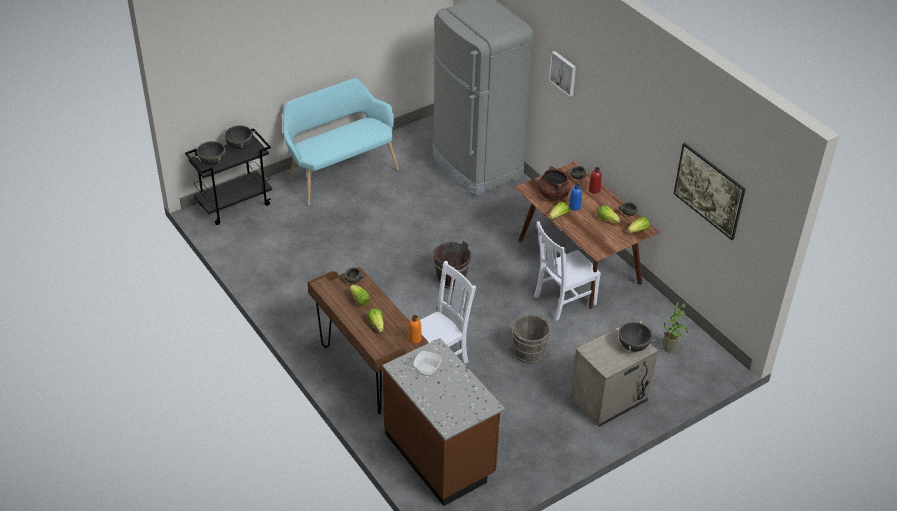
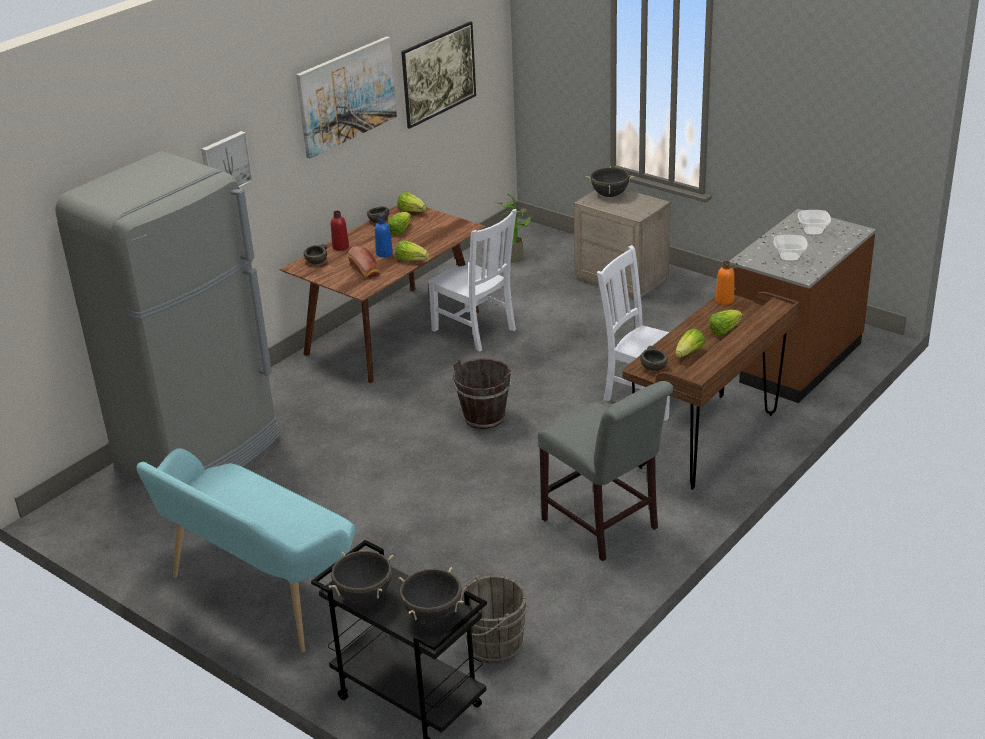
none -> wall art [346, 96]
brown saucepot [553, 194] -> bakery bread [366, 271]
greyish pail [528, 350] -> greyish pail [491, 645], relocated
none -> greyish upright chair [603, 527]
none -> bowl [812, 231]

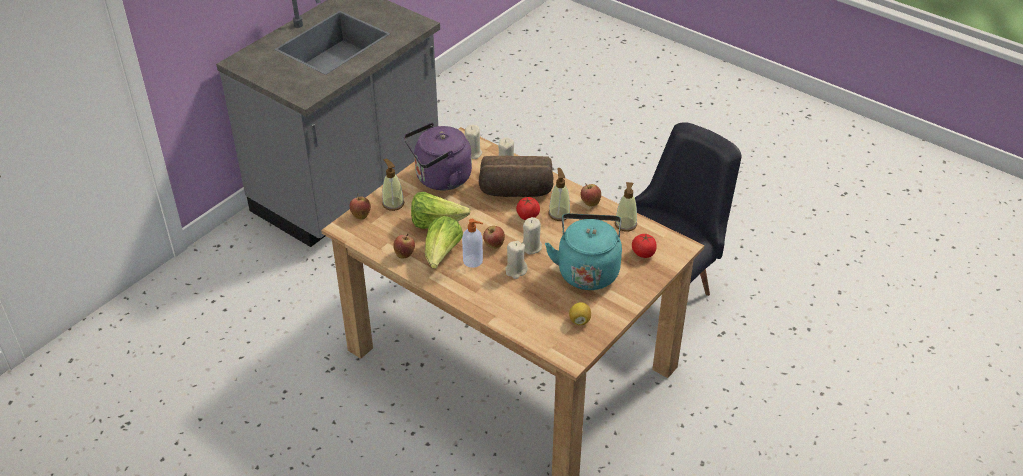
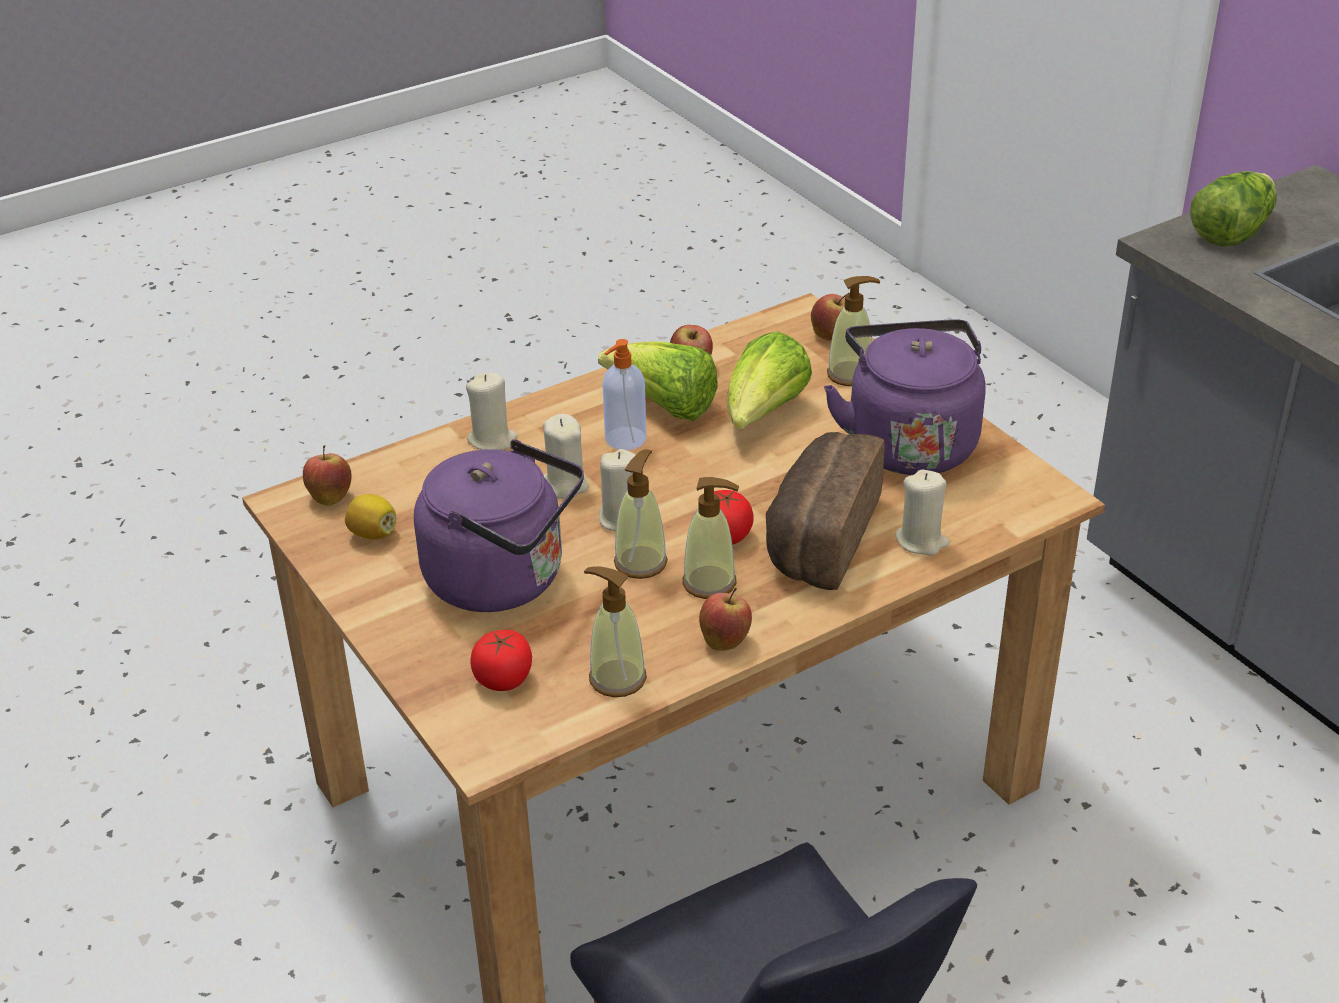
apple [494, 245] -> apple [330, 497], relocated
turquoise-coloured water kettle [587, 270] -> purplish water kettle [504, 579]
sand-coloured candle [472, 153] -> sand-coloured candle [492, 439], relocated
none -> soap dispenser [641, 562]
none -> head of lettuce [1231, 231]

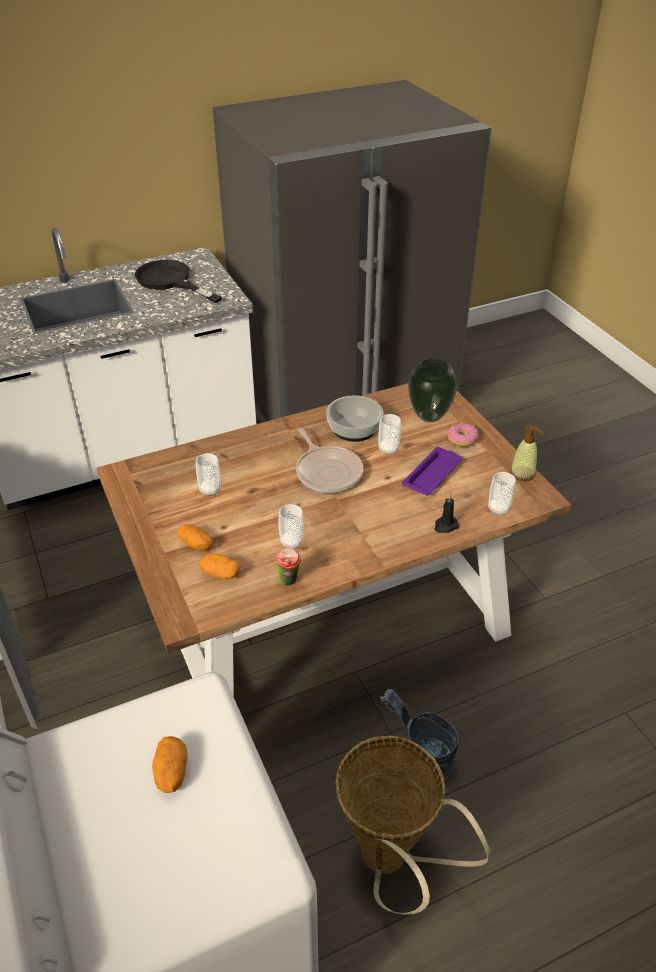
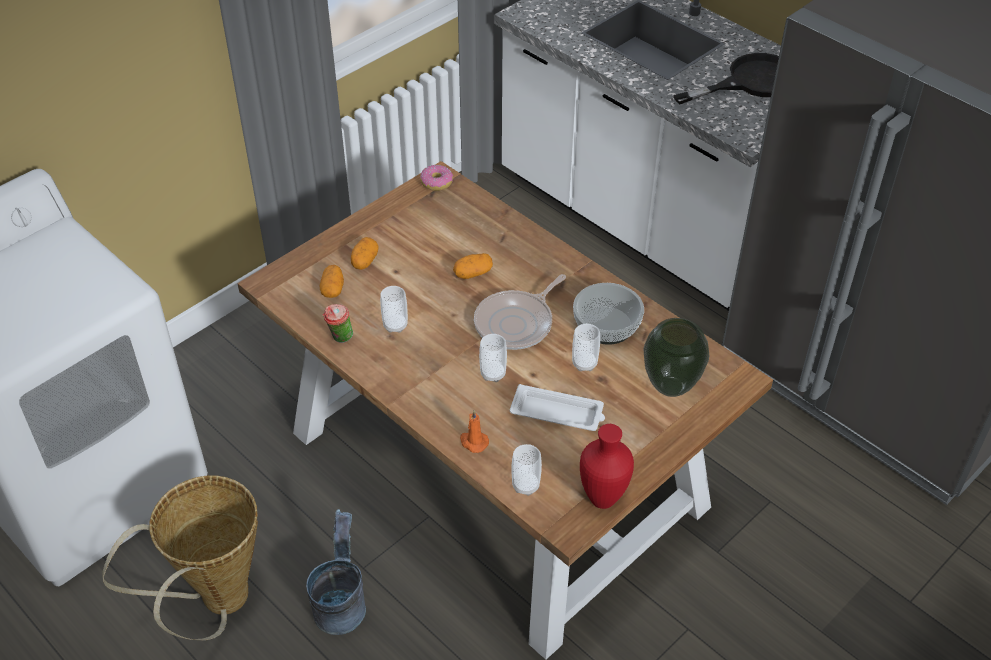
ring doughnut [462, 439] -> ring doughnut [437, 182], relocated
potato [171, 772] -> potato [473, 273], relocated
black-coloured candle [445, 526] -> orangey candle [473, 442]
drinking cup [210, 489] -> drinking cup [493, 374], relocated
purplish carrying tray [433, 474] -> white carrying tray [558, 413]
soap dispenser [522, 473] -> red-coloured decorative vase [604, 498]
black-coloured pan [170, 281] -> black-coloured pan [751, 82], 45 degrees clockwise

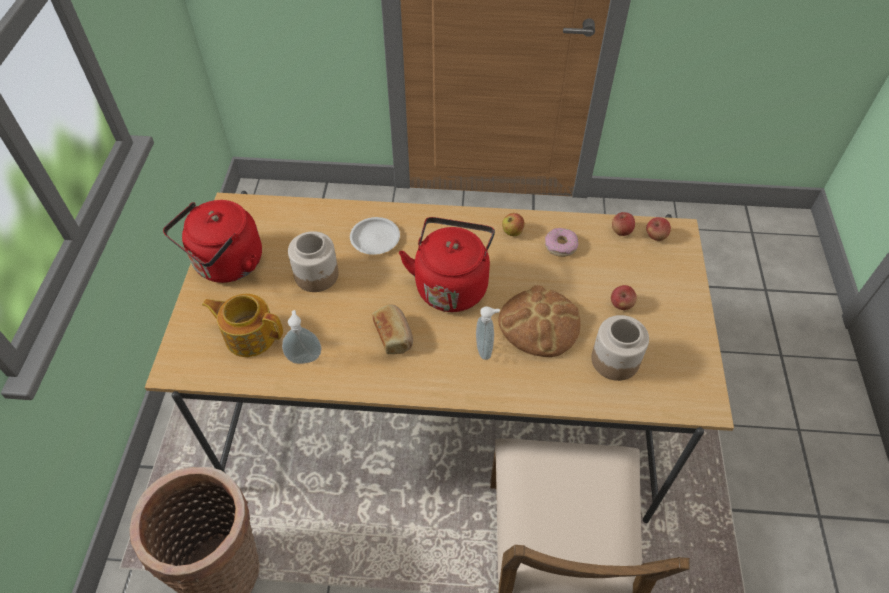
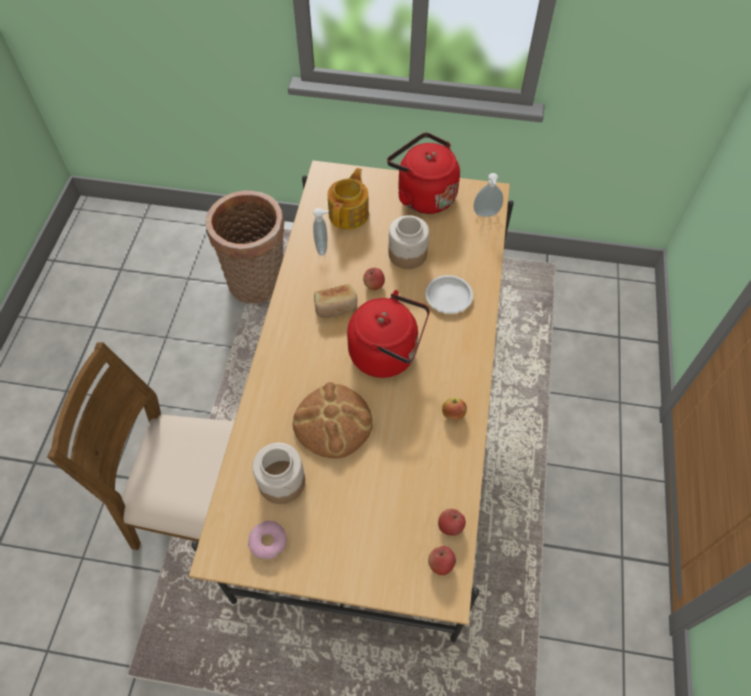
ring doughnut [560, 246] -> ring doughnut [268, 542], relocated
apple [621, 305] -> apple [374, 285], relocated
soap dispenser [485, 349] -> soap dispenser [486, 215], relocated

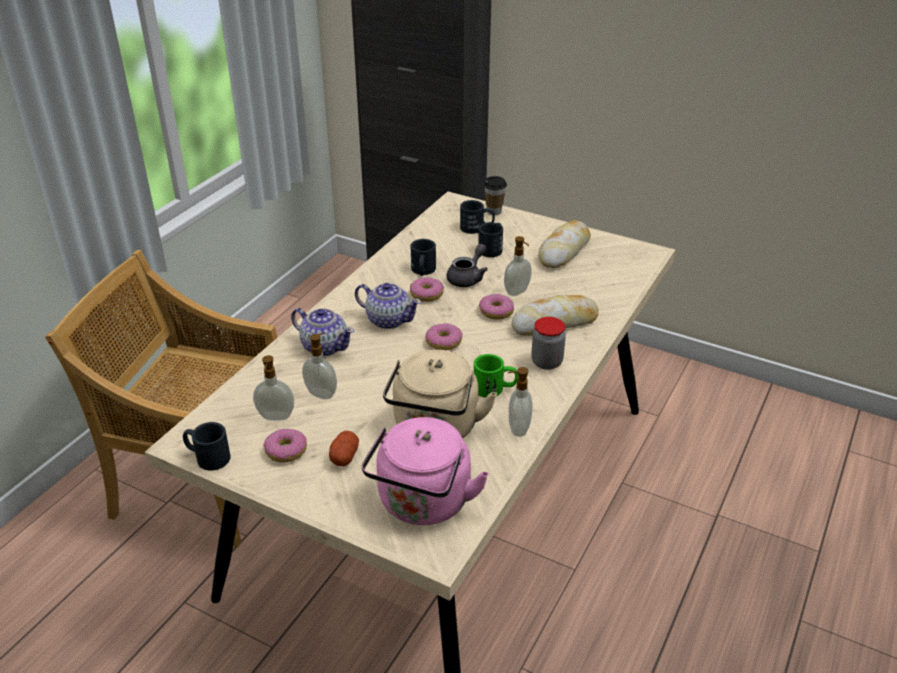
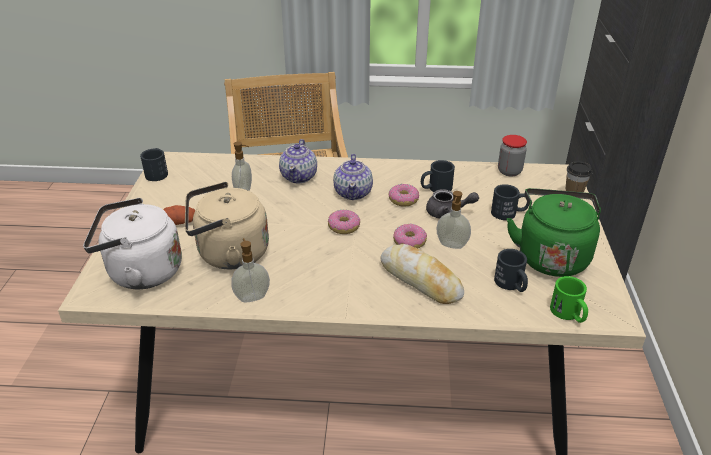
pink-coloured water kettle [423, 504] -> white water kettle [140, 272]
black-coloured coffee mug [477, 228] -> black-coloured coffee mug [511, 285], relocated
storage jar [546, 362] -> storage jar [509, 171], relocated
bakery bread [564, 251] -> greenish water kettle [551, 256]
greenish coffee mug [495, 388] -> greenish coffee mug [569, 314], relocated
soap dispenser [276, 417] -> none
ring doughnut [286, 451] -> none

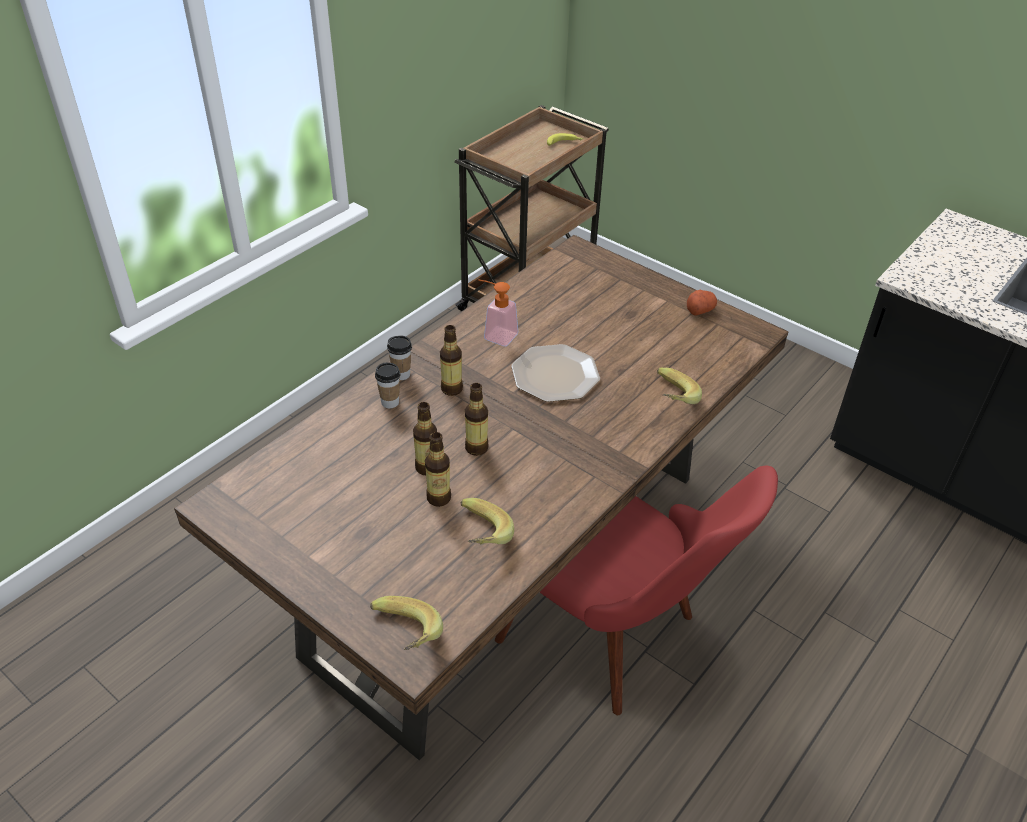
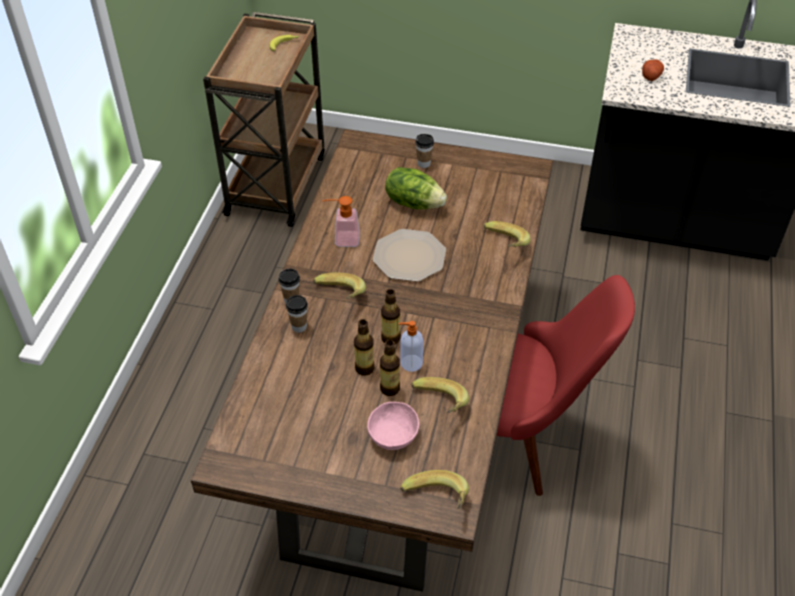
beverage bottle [451, 389] -> whole banana [339, 297]
none -> pink-coloured bowl [394, 436]
none -> head of lettuce [414, 202]
none -> soap dispenser [410, 363]
none -> drinking cup [424, 163]
potato [700, 310] -> potato [651, 75], relocated

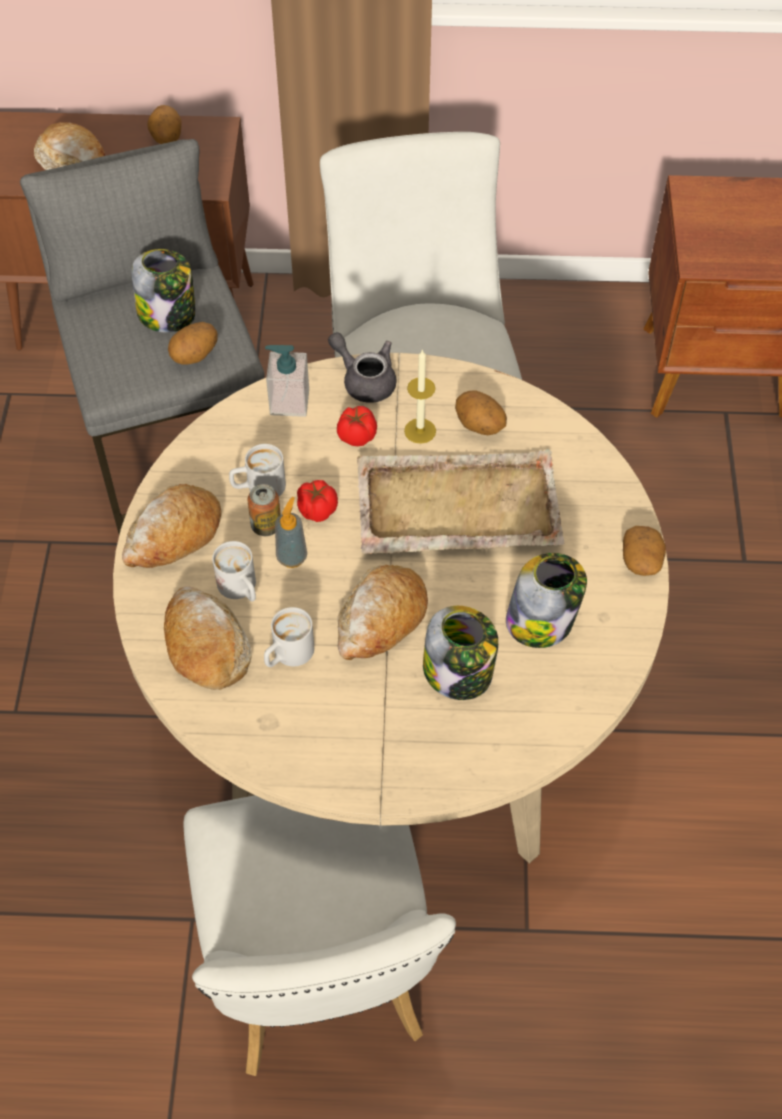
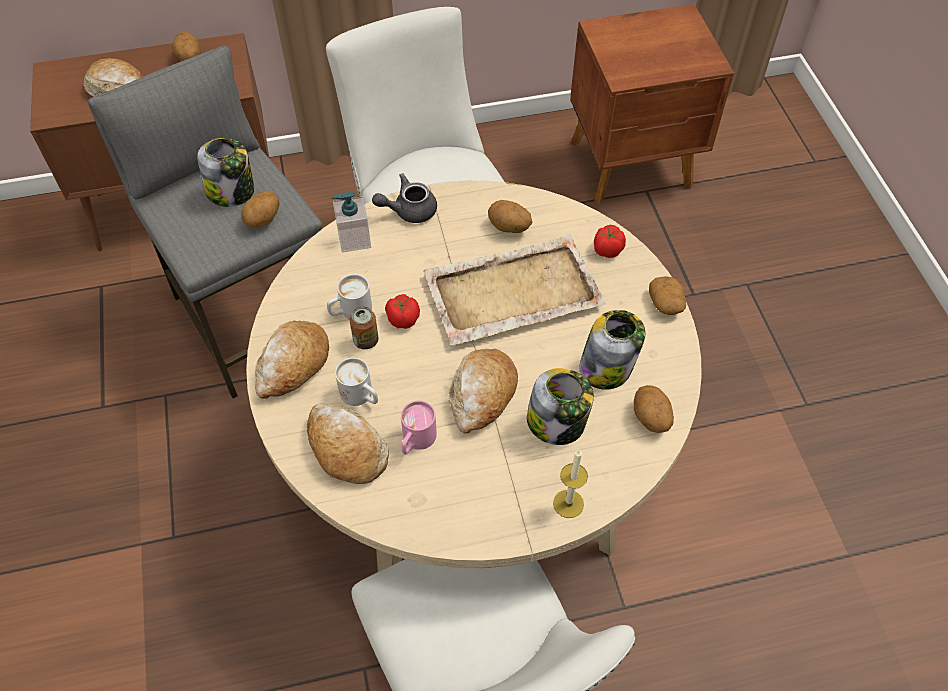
greyish teapot [365, 380] -> greyish teapot [408, 210], 45 degrees counterclockwise
white coffee mug [287, 655] -> pink-coloured coffee mug [416, 441]
candle [420, 431] -> candle [568, 503], relocated
fresh tomato [356, 436] -> fresh tomato [607, 250], relocated
none -> potato [649, 418]
soap dispenser [292, 557] -> none

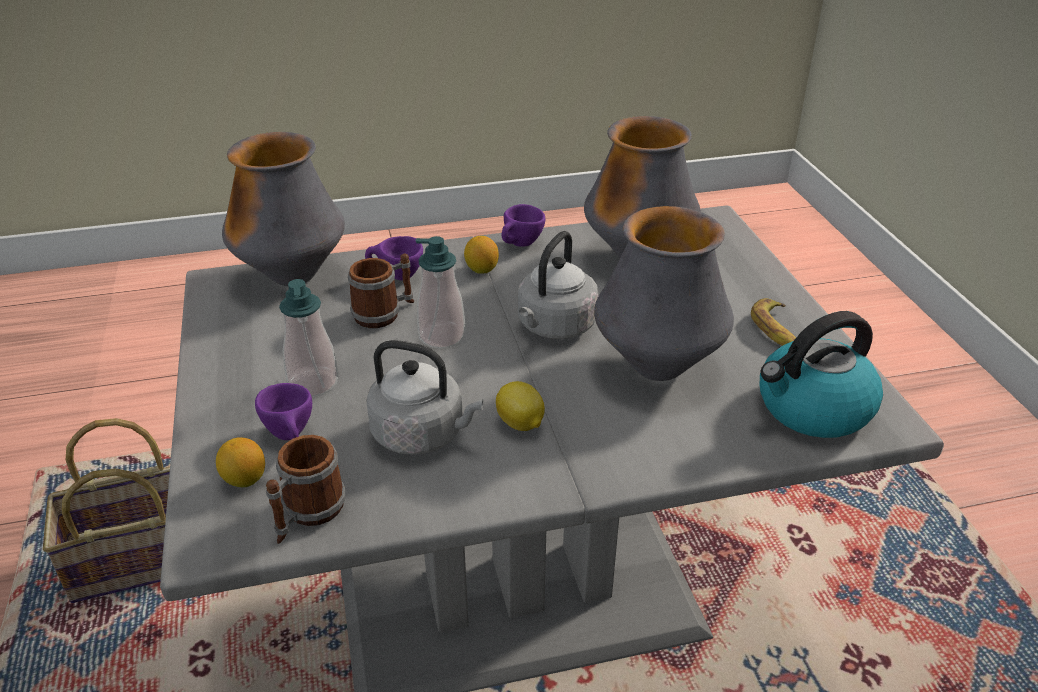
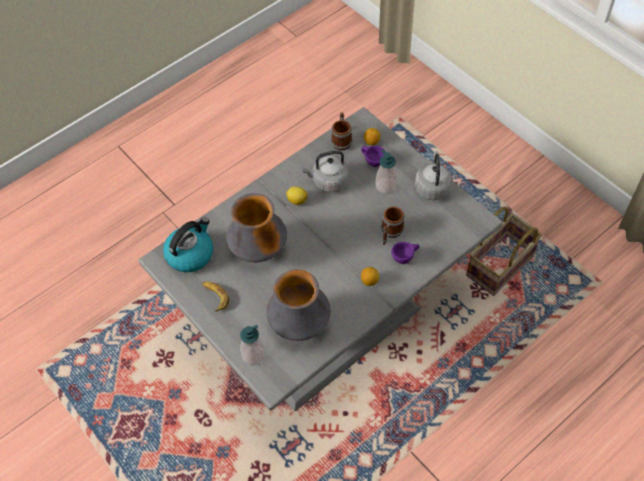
soap dispenser [442, 336] -> soap dispenser [253, 355], relocated
greyish water kettle [554, 327] -> greyish water kettle [432, 187], relocated
decorative vase [293, 277] -> none
purplish drinking cup [520, 245] -> none

